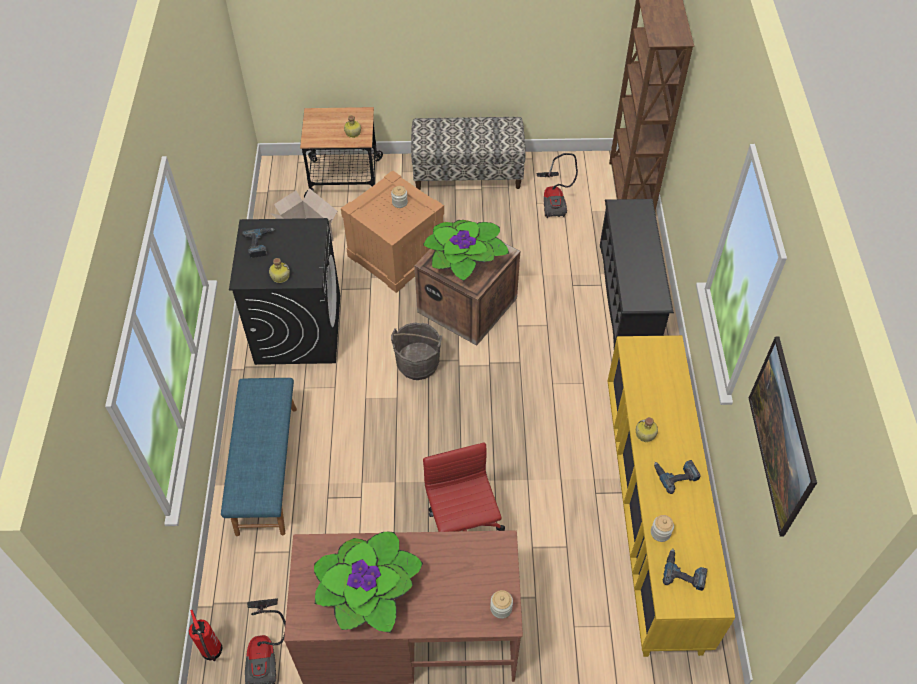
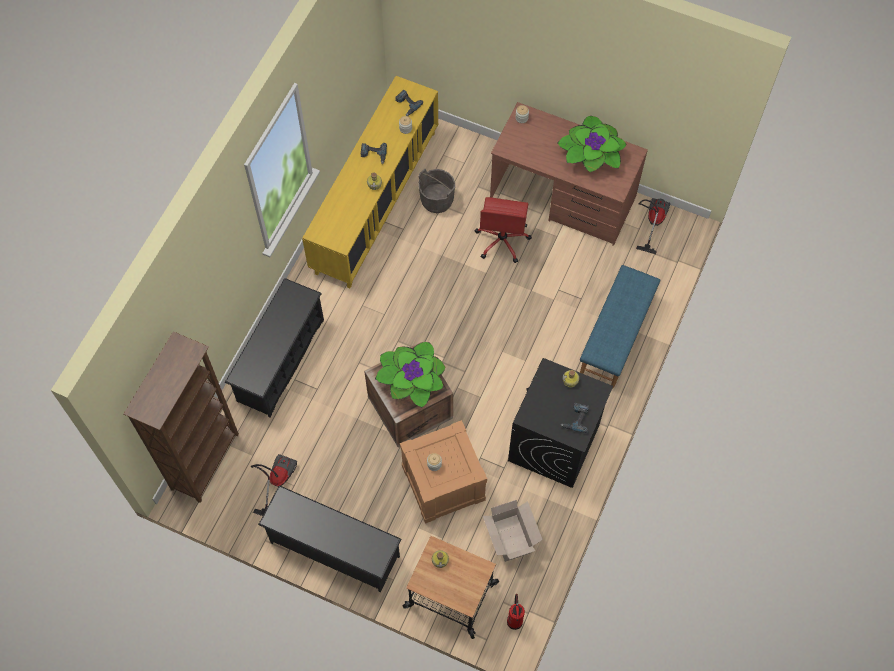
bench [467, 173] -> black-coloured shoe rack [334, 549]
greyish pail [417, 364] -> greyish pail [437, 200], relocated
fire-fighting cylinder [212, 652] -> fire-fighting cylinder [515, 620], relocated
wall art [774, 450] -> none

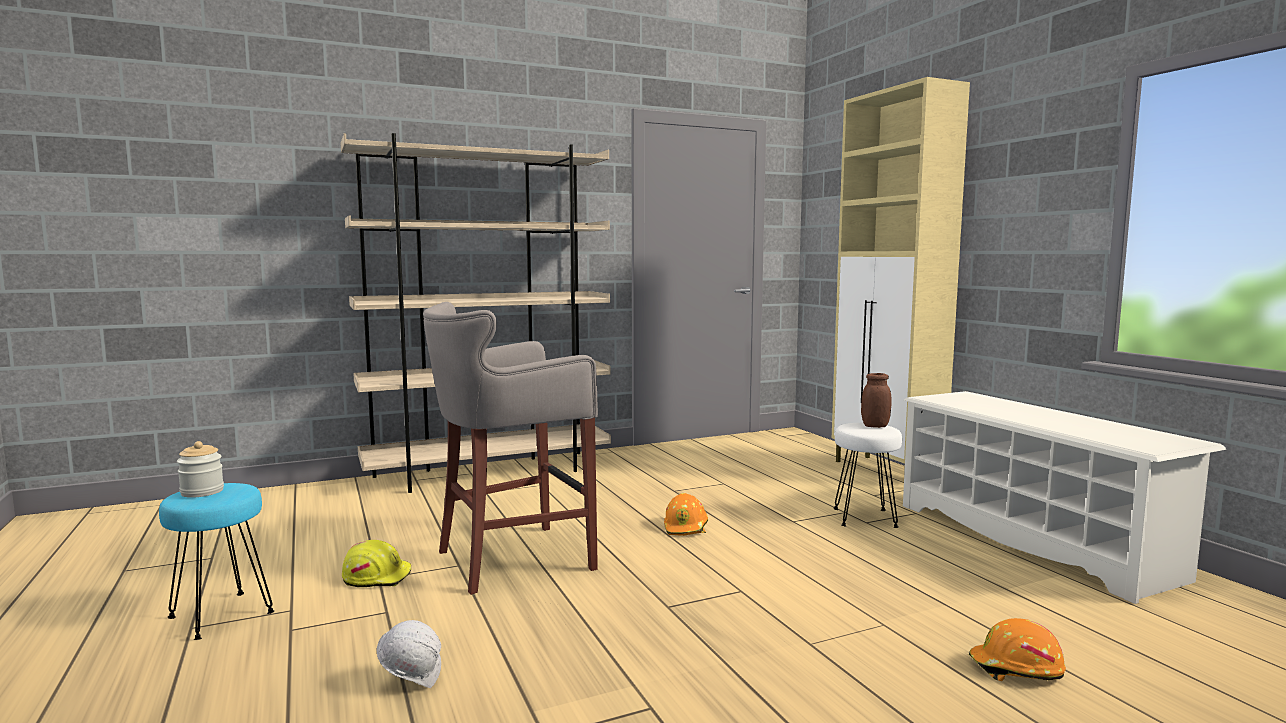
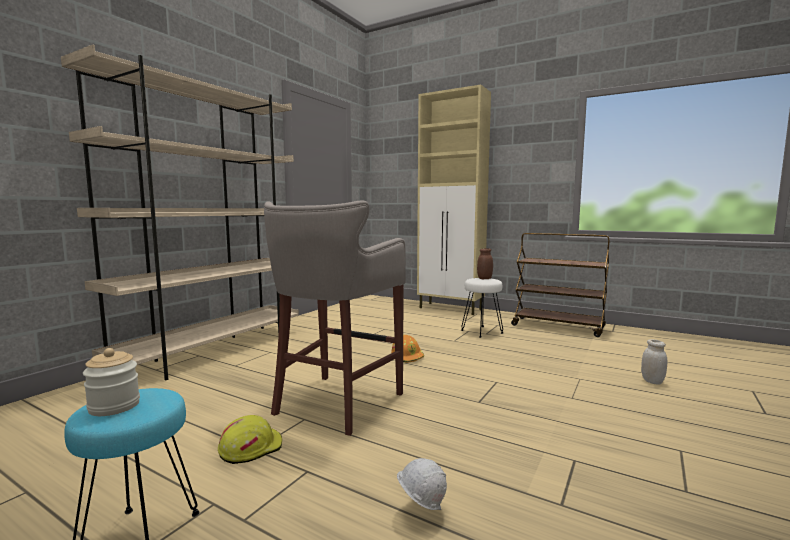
white shoe rack [1032, 540] -> brown cart [558, 327]
orangey hard hat [1015, 669] -> white storage jar [652, 381]

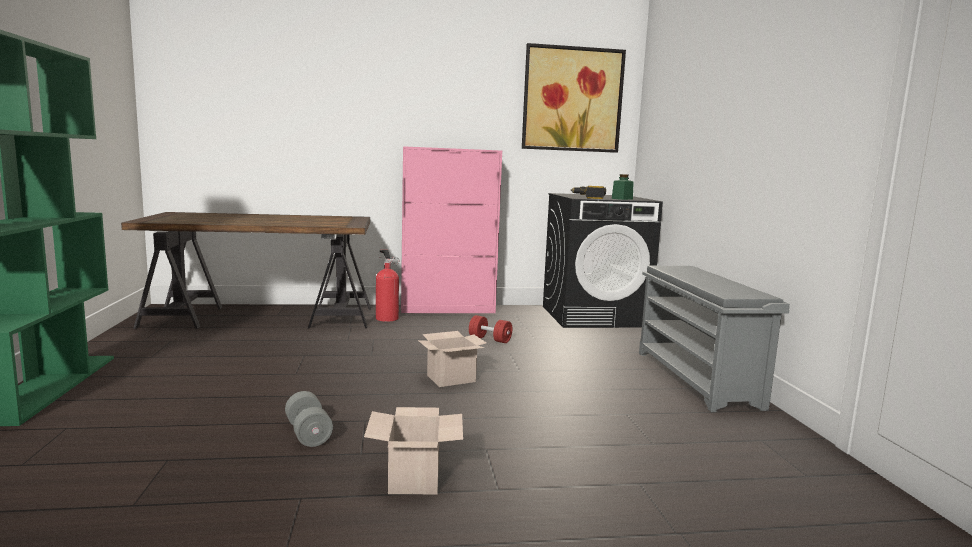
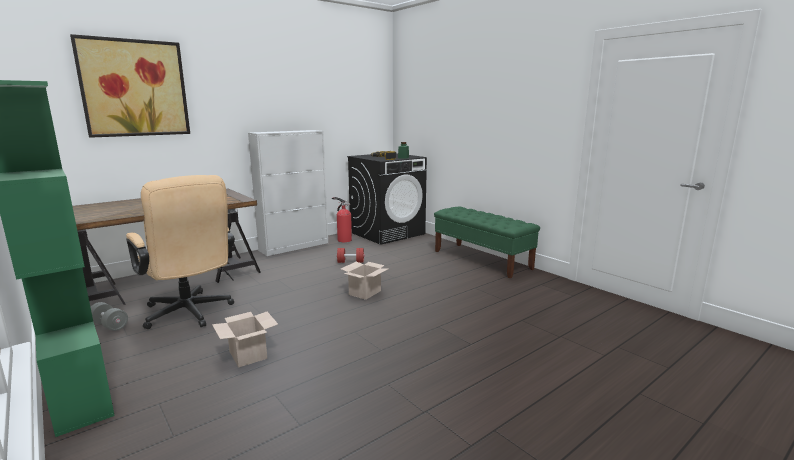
wall art [572, 99] -> wall art [134, 88], relocated
greyish dumbbell [308, 434] -> greyish dumbbell [109, 325], relocated
none -> sand-coloured desk chair [190, 314]
packing box [415, 479] -> packing box [249, 355], relocated
pink-coloured cabinet [448, 309] -> white cabinet [294, 246]
fire-fighting cylinder [386, 318] -> fire-fighting cylinder [343, 240], relocated
greyish shoe rack [697, 379] -> greenish bench [482, 260]

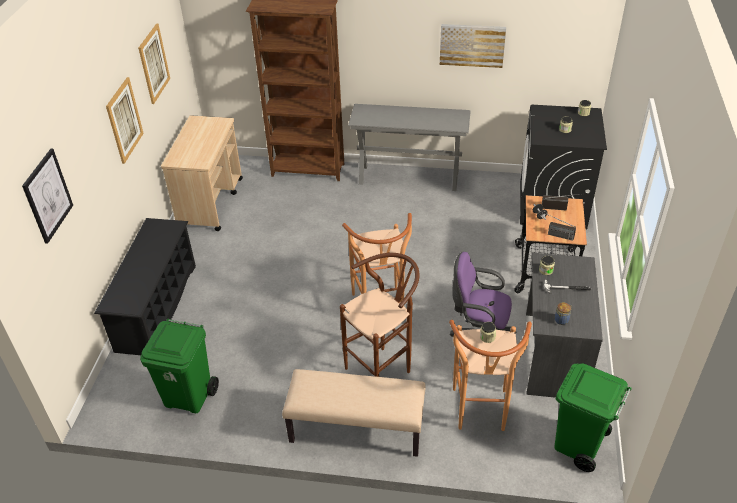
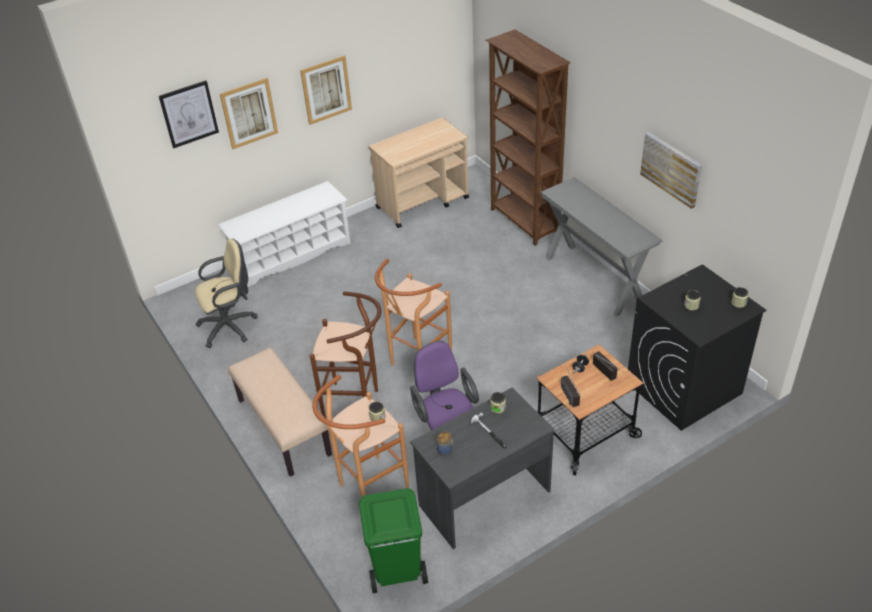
greenish trash can [189, 397] -> sand-coloured desk chair [231, 326]
black-coloured shoe rack [156, 307] -> white shoe rack [291, 255]
wall art [154, 63] -> wall art [249, 113], relocated

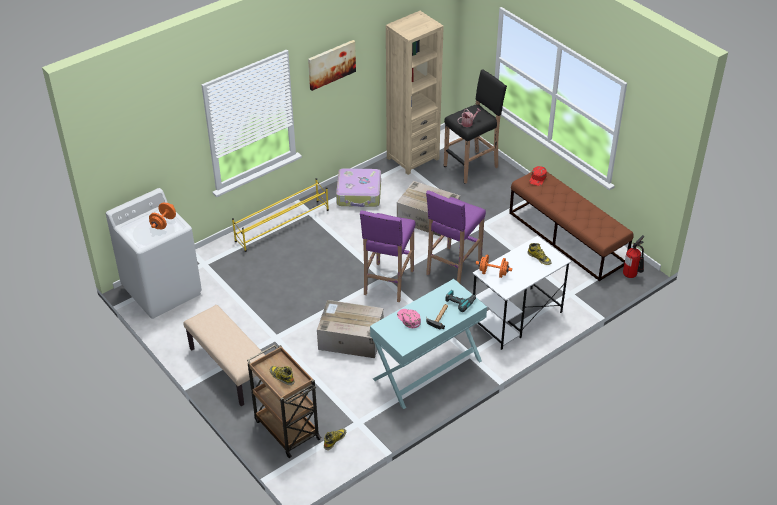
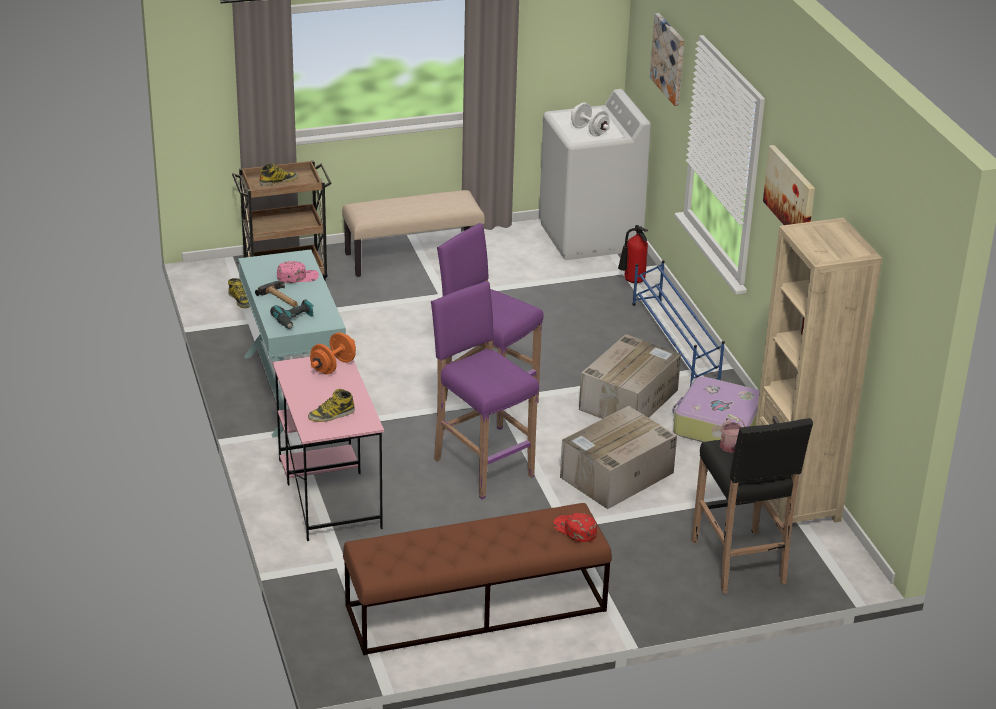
white desk unit [516, 318] -> pink-coloured desk unit [329, 492]
orangey dumbbell [163, 223] -> white dumbbell [589, 131]
packing box [350, 338] -> packing box [629, 399], relocated
fire-fighting cylinder [632, 275] -> fire-fighting cylinder [632, 281], relocated
yellow shoe rack [283, 225] -> blue shoe rack [674, 343]
none -> wall art [669, 58]

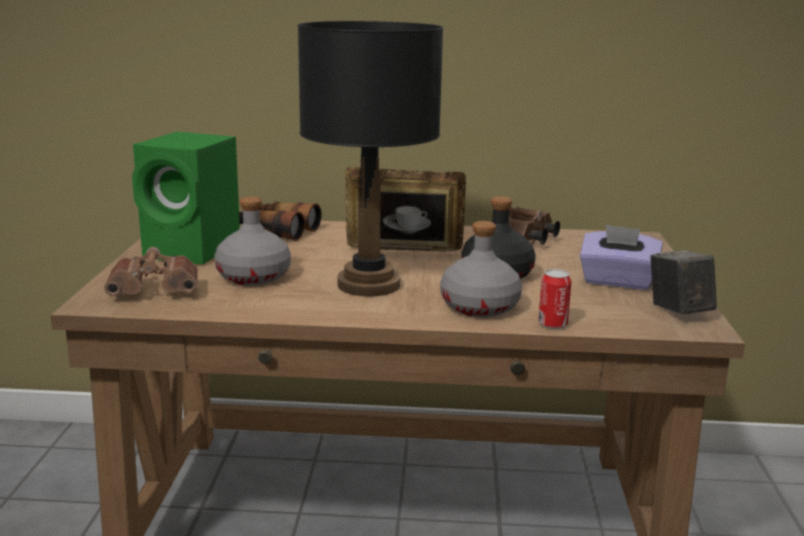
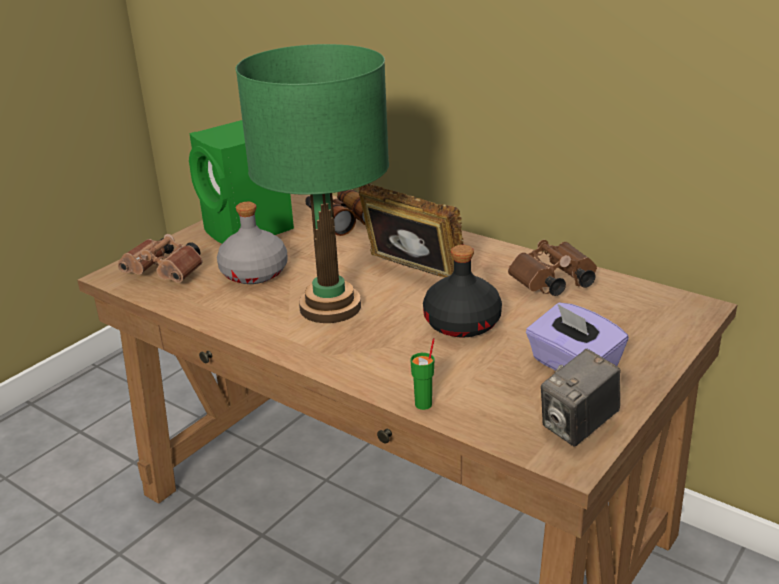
black-coloured lamp for a table [368, 285] -> greenish lamp for a table [330, 307]
sealed can [552, 324] -> greenish drinking cup [424, 404]
photo camera [678, 311] -> photo camera [578, 427], 150 degrees counterclockwise
greyish beverage bottle [479, 307] -> none

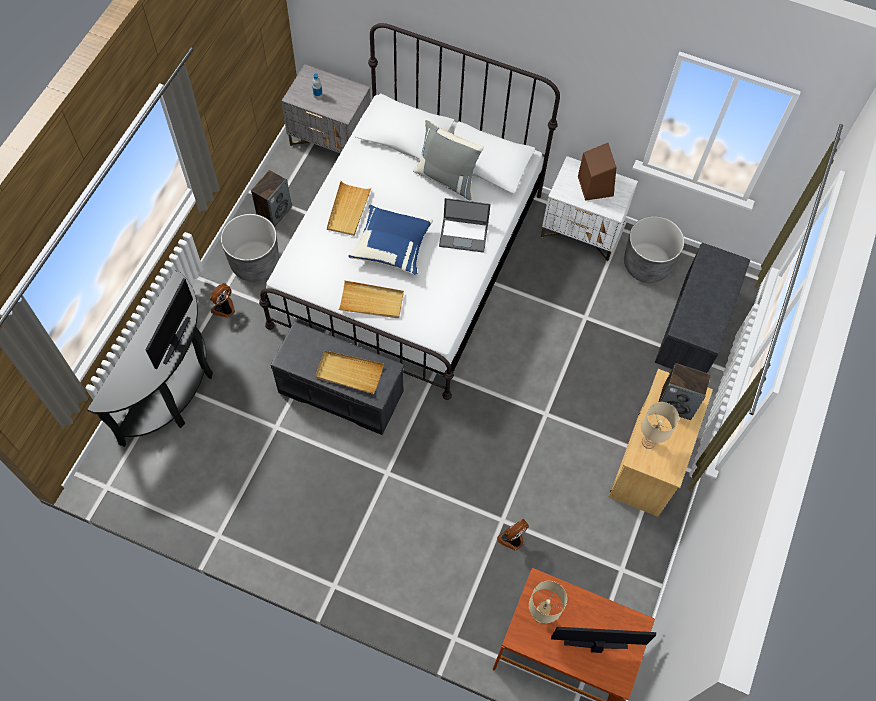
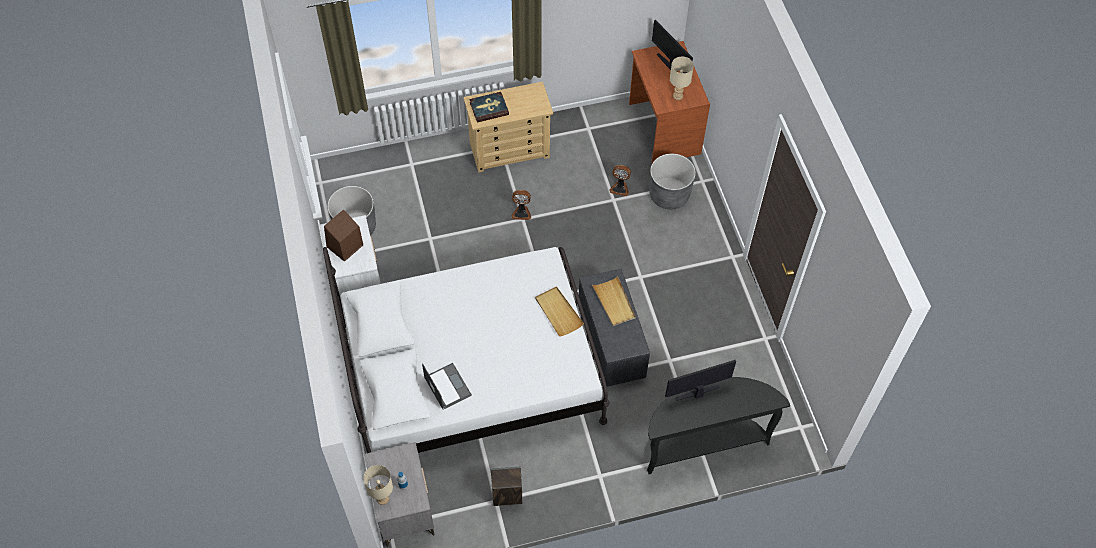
sand-coloured lamp for a table [648, 442] -> sand-coloured lamp for a table [383, 499], relocated
notebook computer [464, 234] -> notebook computer [447, 386], relocated
speaker [677, 403] -> volume [489, 108]
cooling fan [224, 309] -> cooling fan [521, 212], relocated
greyish flower pot [255, 263] -> greyish flower pot [669, 195], relocated
sand-coloured carrying tray [348, 210] -> none
blue pillow [392, 246] -> none
greyish pillow [447, 178] -> none
greyish bench [695, 327] -> none

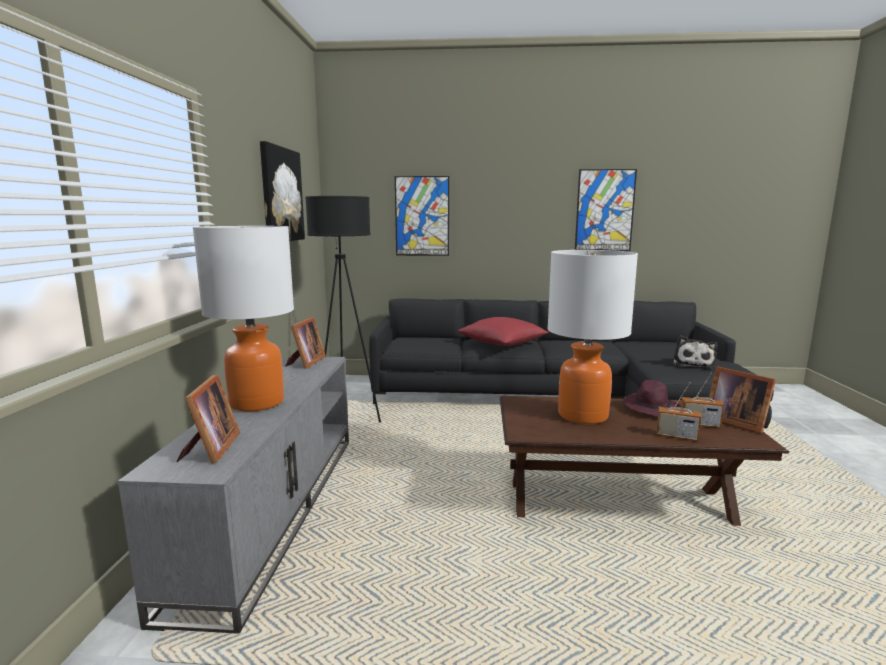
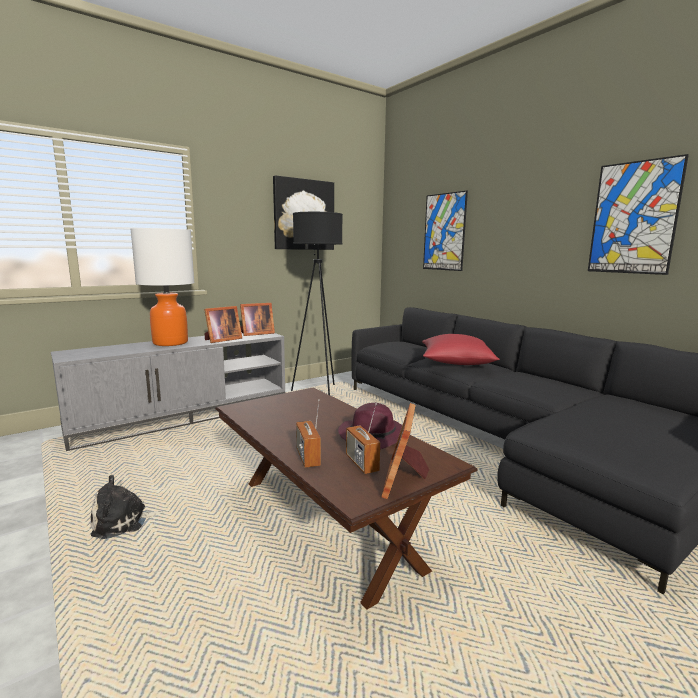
soft toy [693, 364] -> soft toy [124, 521], relocated
picture frame [210, 449] -> picture frame [221, 340], relocated
lamp for a table [583, 415] -> none

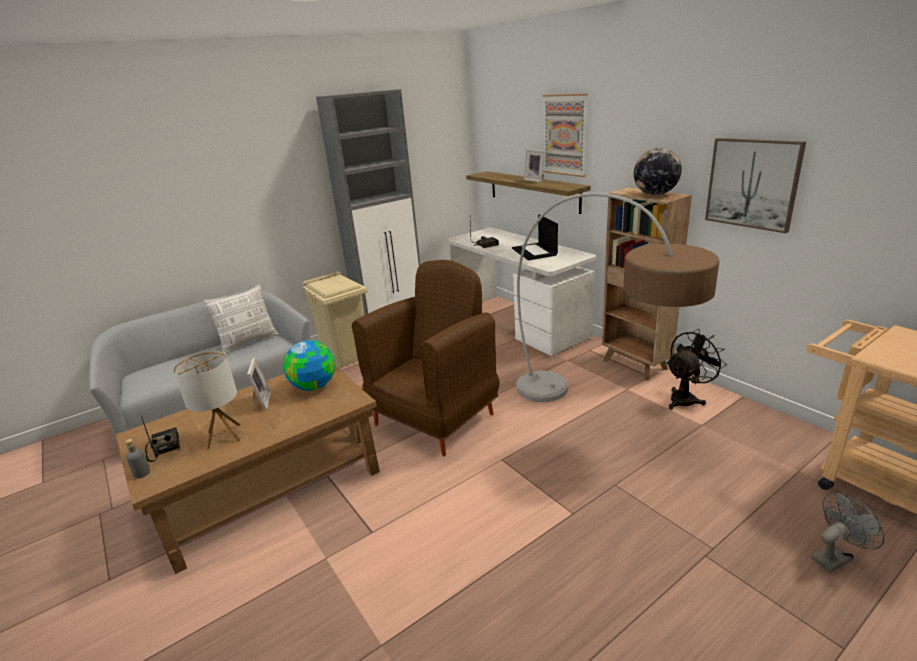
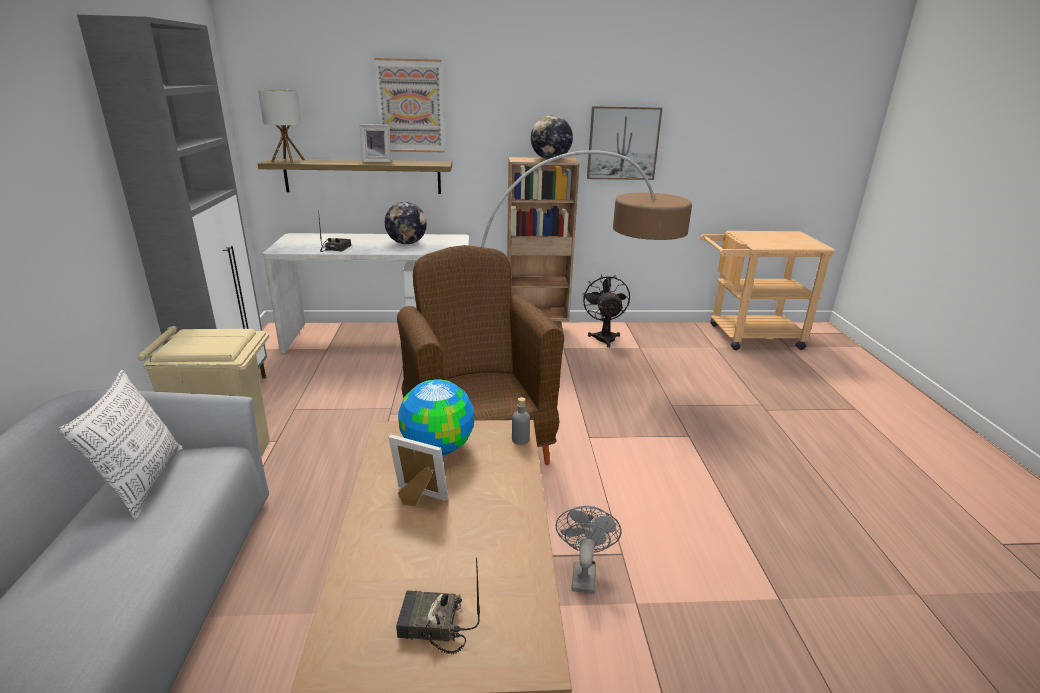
lamp for a table [223, 436] -> lamp for a table [288, 160], relocated
notebook computer [535, 252] -> desk globe [407, 243]
greyish beverage bottle [142, 473] -> greyish beverage bottle [520, 439], relocated
greyish cooling fan [835, 557] -> greyish cooling fan [583, 573], relocated

